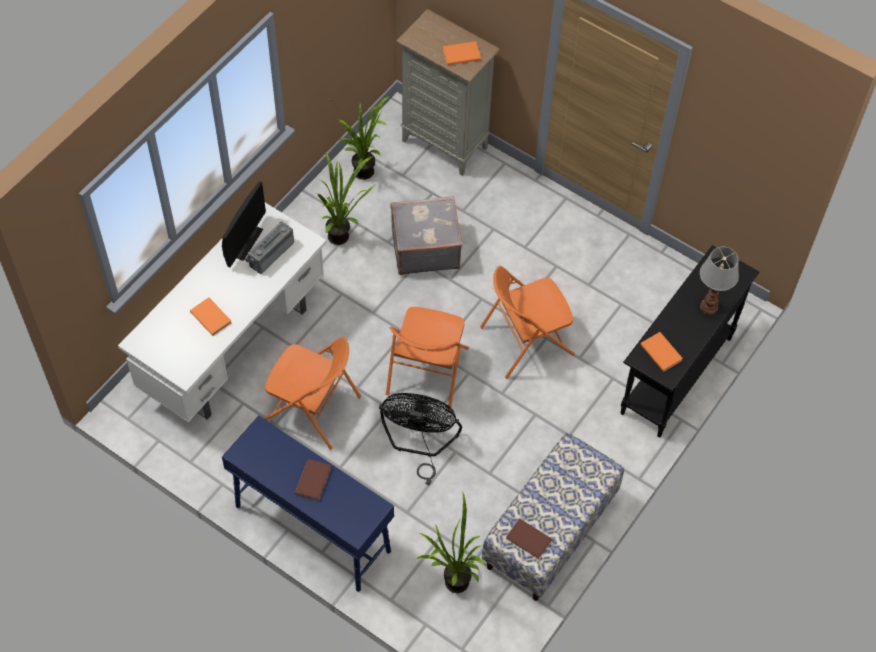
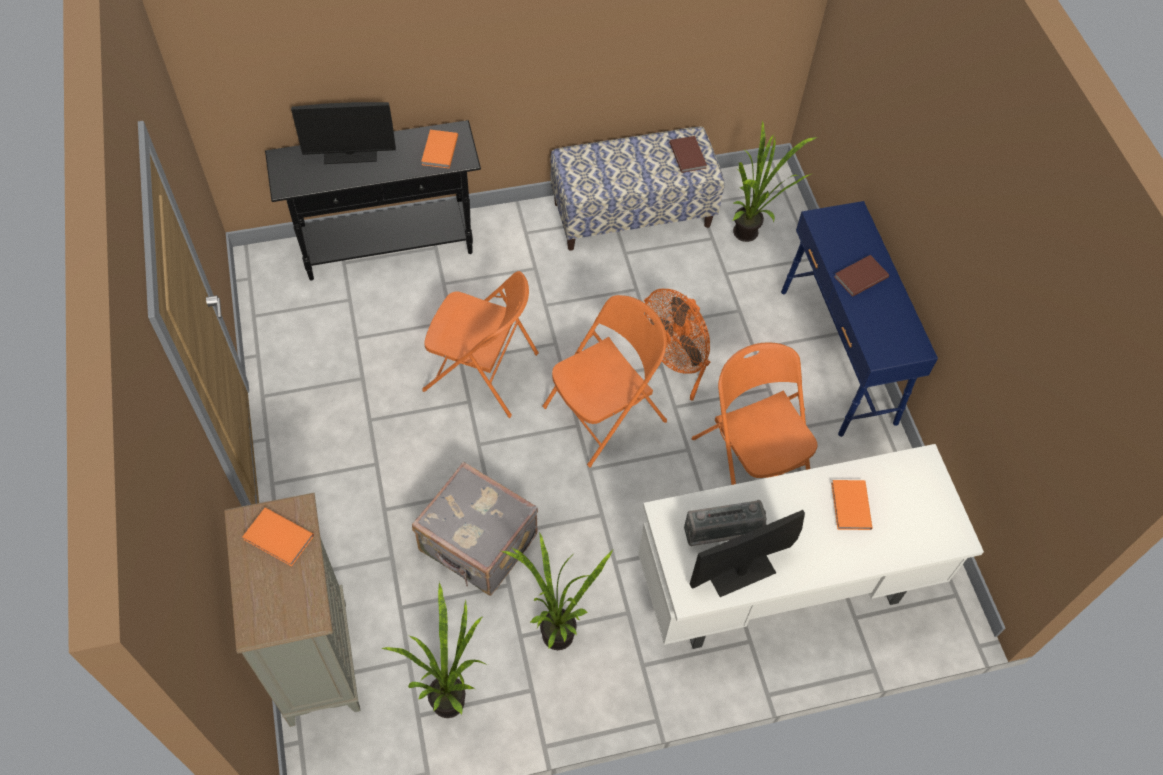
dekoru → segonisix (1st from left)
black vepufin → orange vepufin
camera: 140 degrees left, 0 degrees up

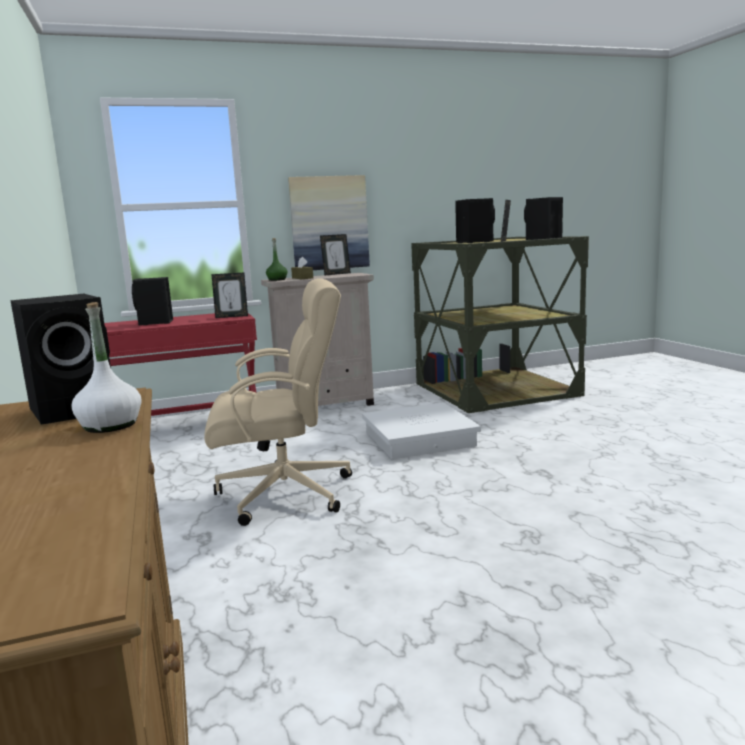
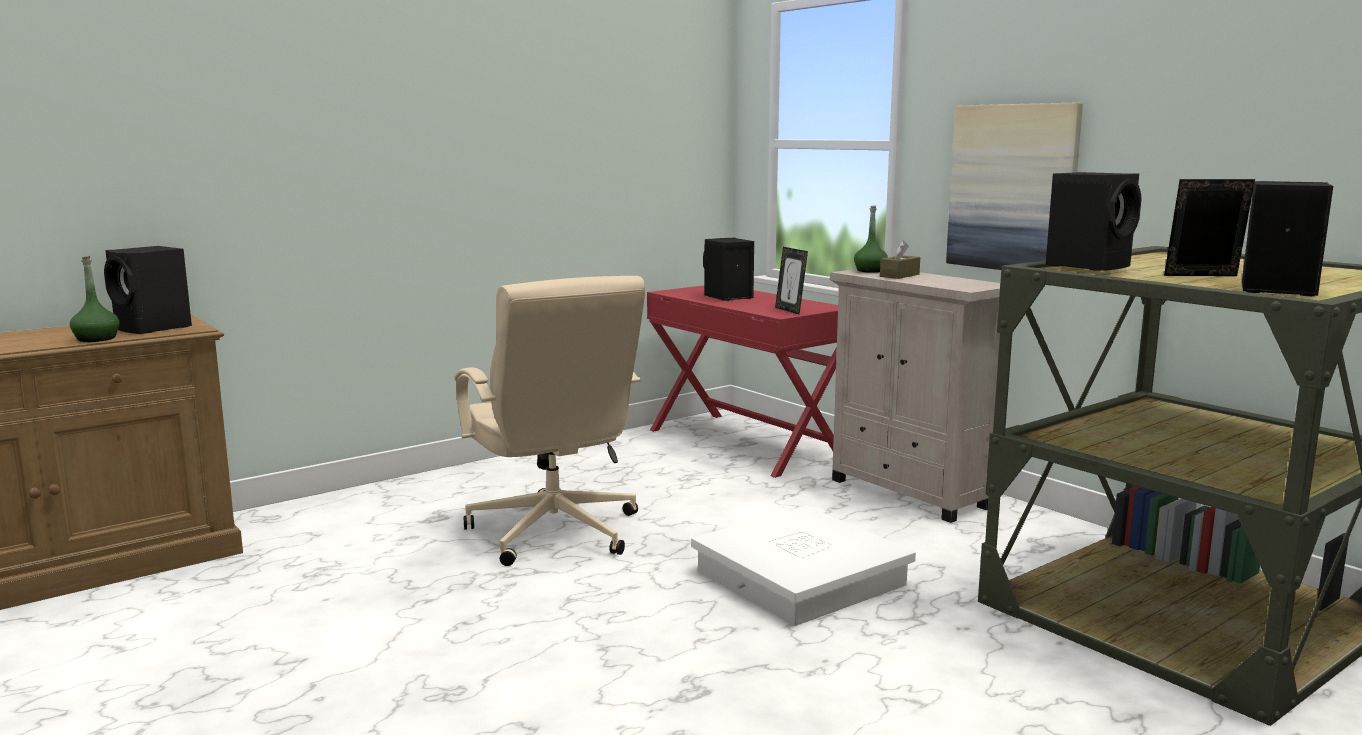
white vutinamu → green vutinamu (1st from left)
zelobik (2nd from left) → -
camera: 70 degrees right, 0 degrees up

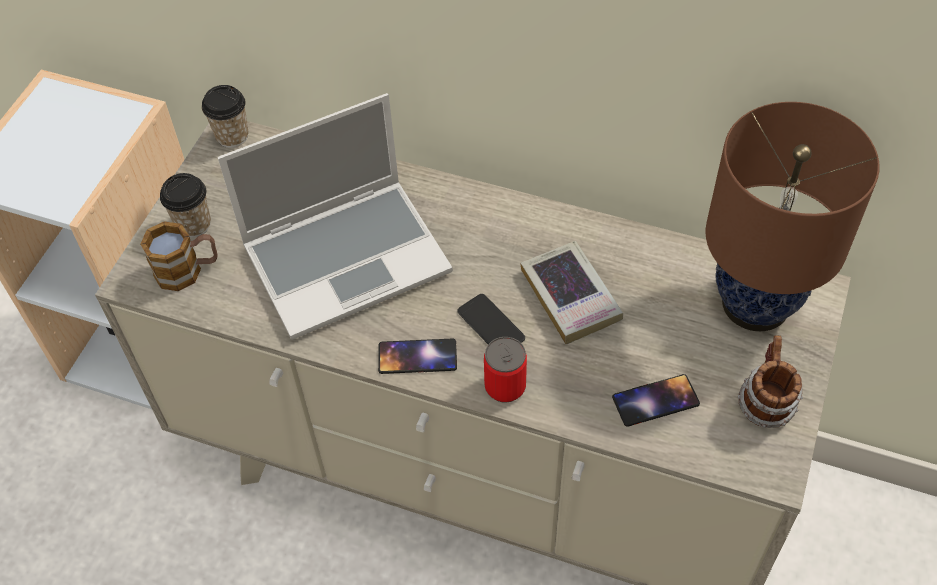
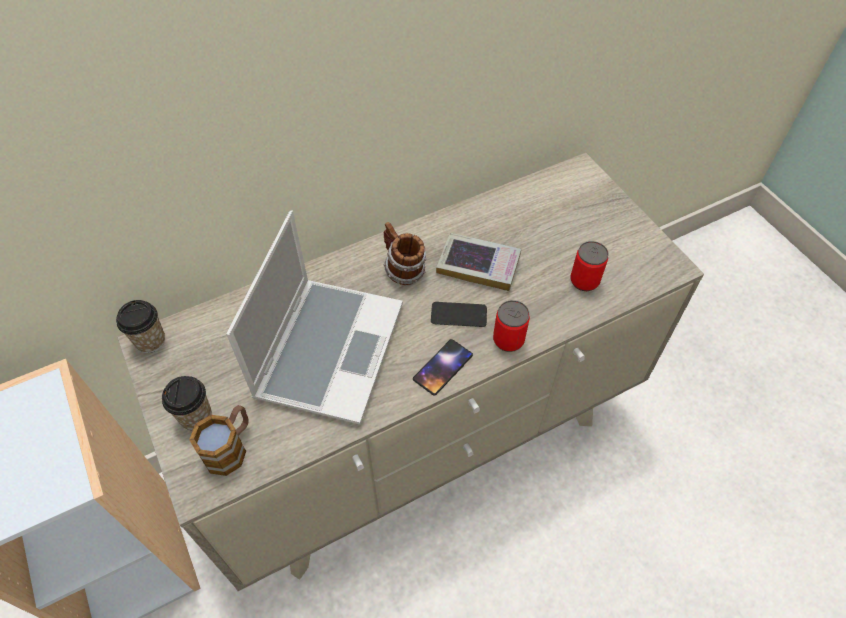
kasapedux (2nd from left), moved
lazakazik (3rd from left) → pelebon (2nd from left)
brown dekoru → -
camera: 50 degrees left, 0 degrees up

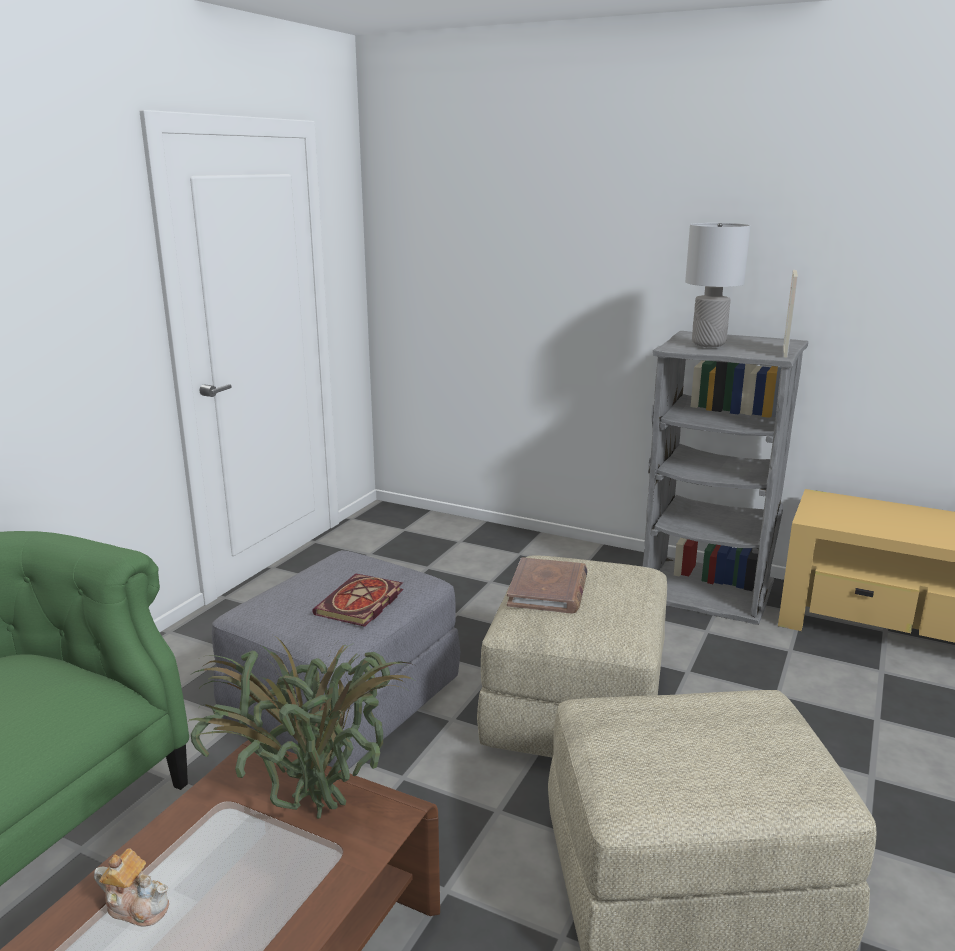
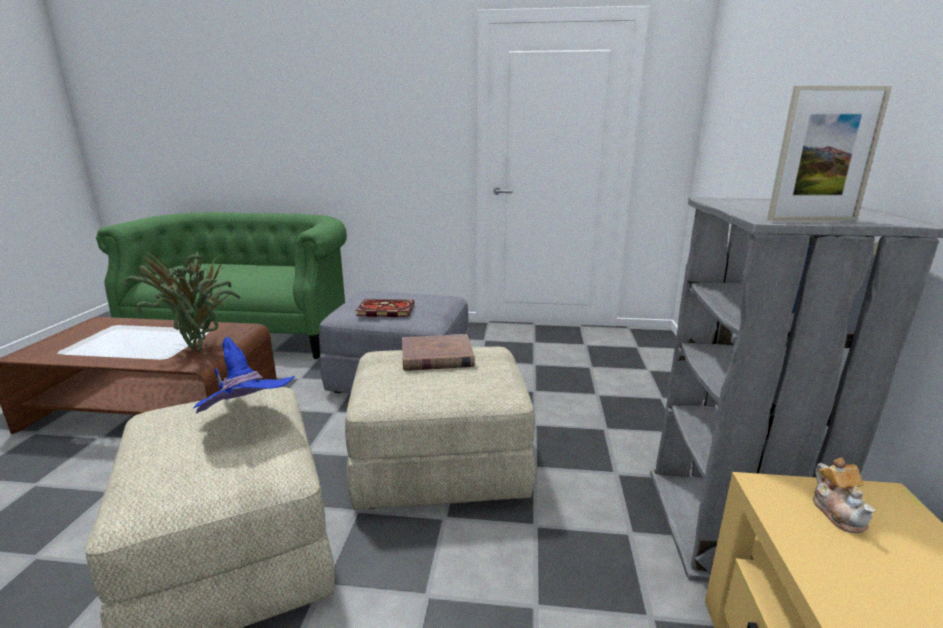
- → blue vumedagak
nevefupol, moved
grey dekoru → -
camera: 70 degrees right, 0 degrees up

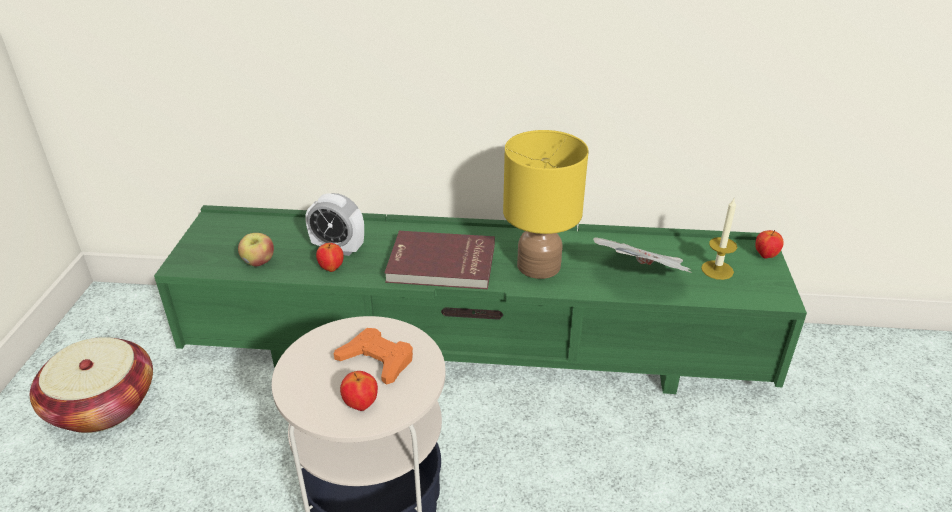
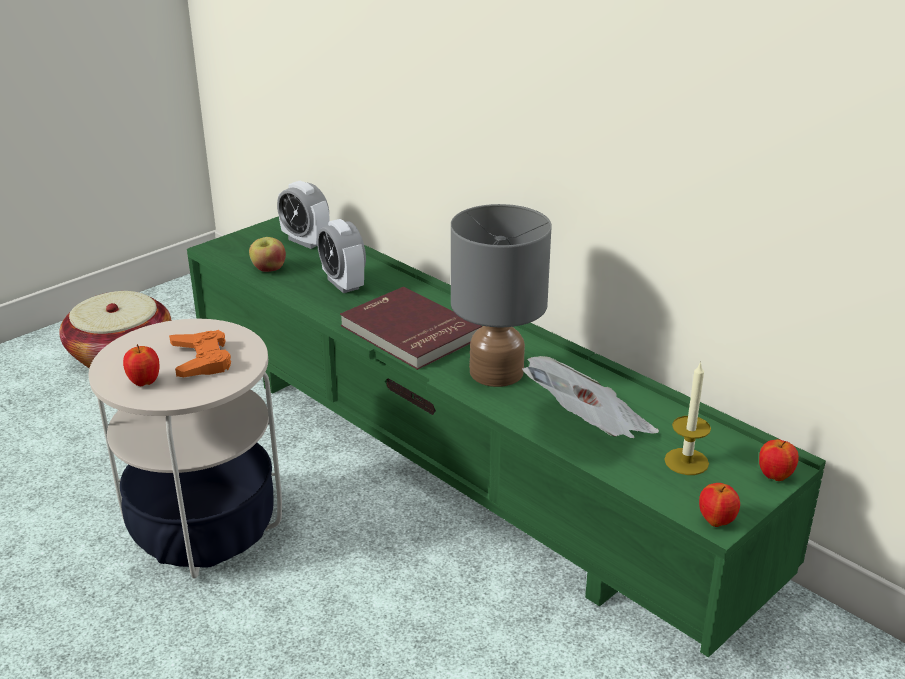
- → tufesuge (1st from left)
yellow dekoru → grey dekoru
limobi (2nd from left in the first image) → limobi (3rd from left), moved
camera: 40 degrees right, 5 degrees down

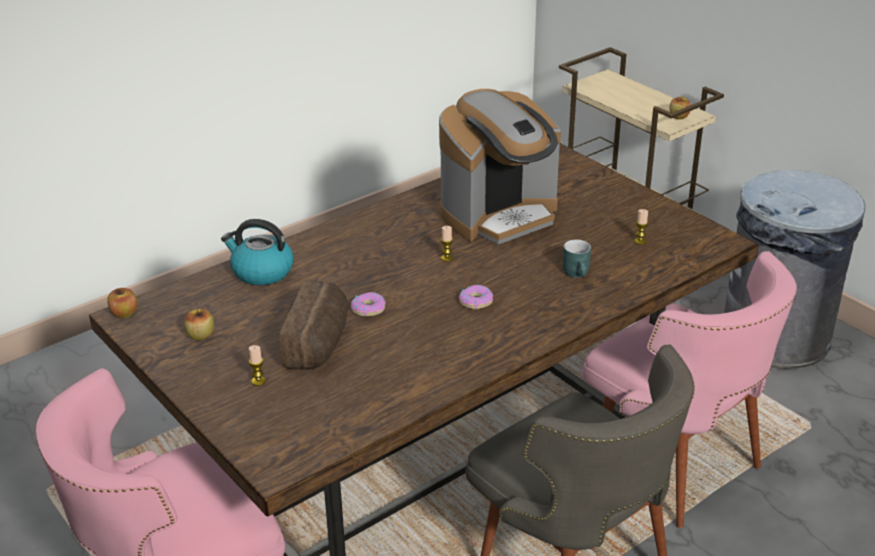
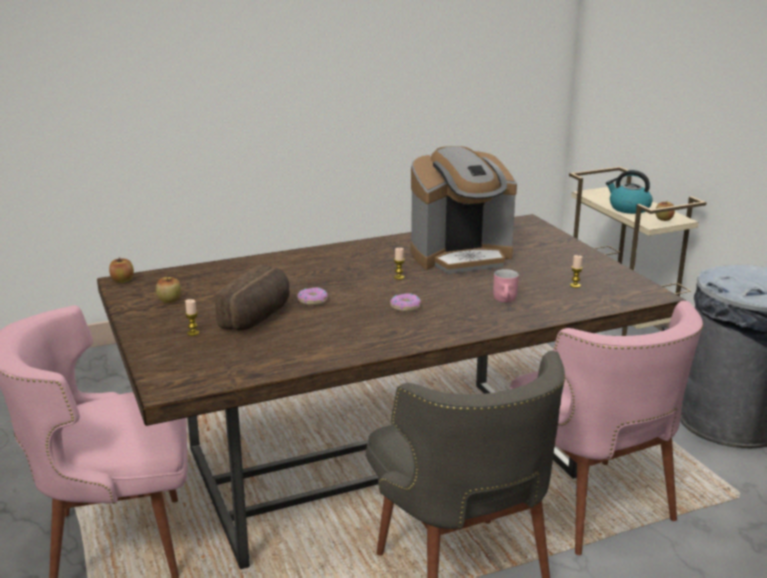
turquoise kasapedux → pink kasapedux
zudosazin, moved
camera: 15 degrees right, 10 degrees down

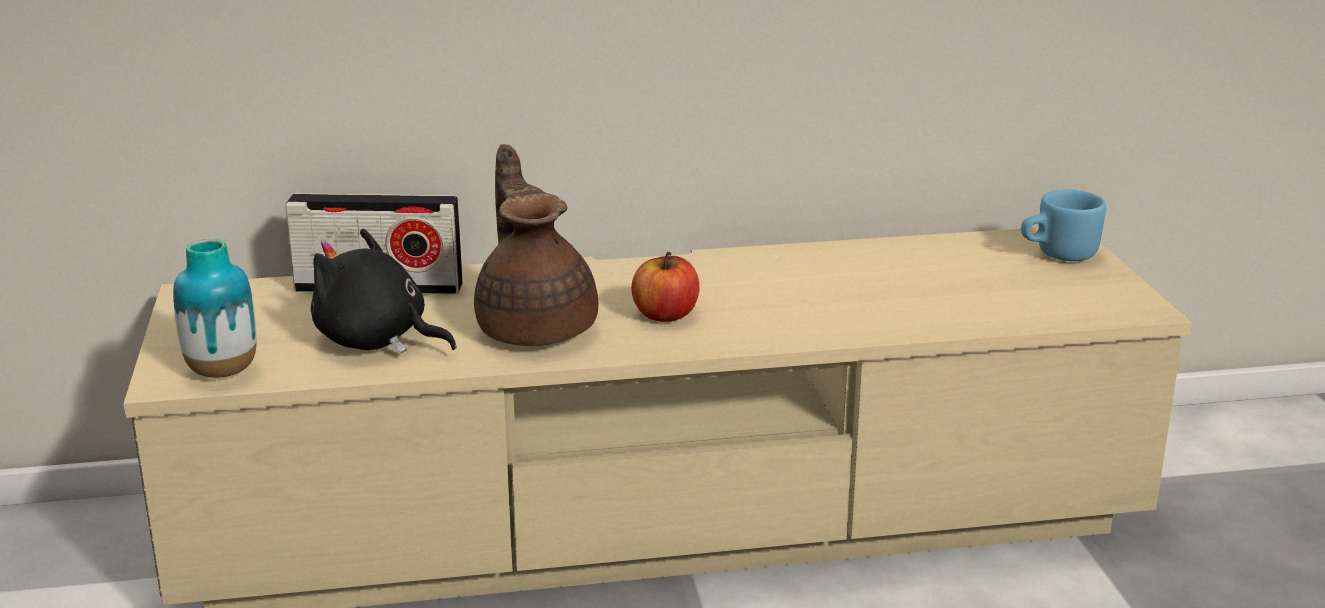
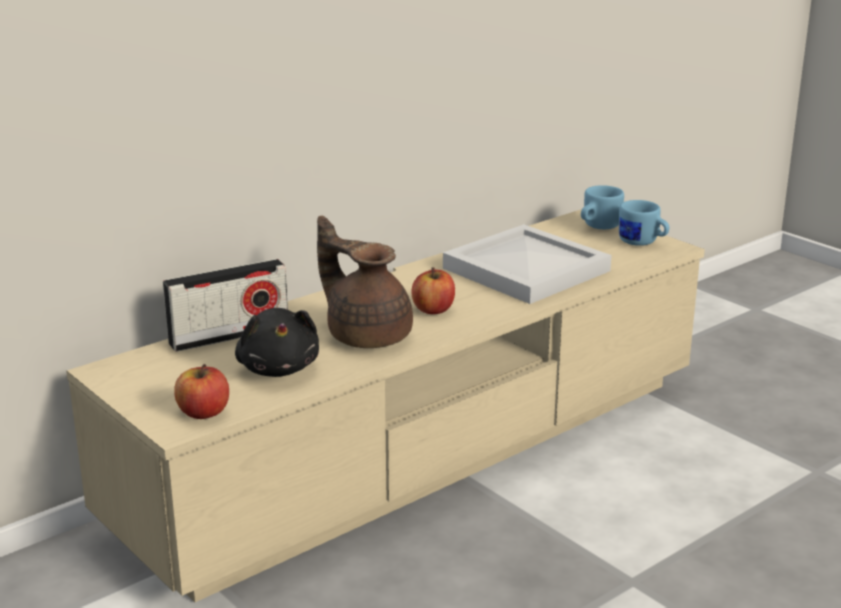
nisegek → limobi (1st from left)
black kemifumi, 105 degrees counterclockwise
- → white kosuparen
- → blue kasapedux (2nd from left)
camera: 30 degrees left, 0 degrees up

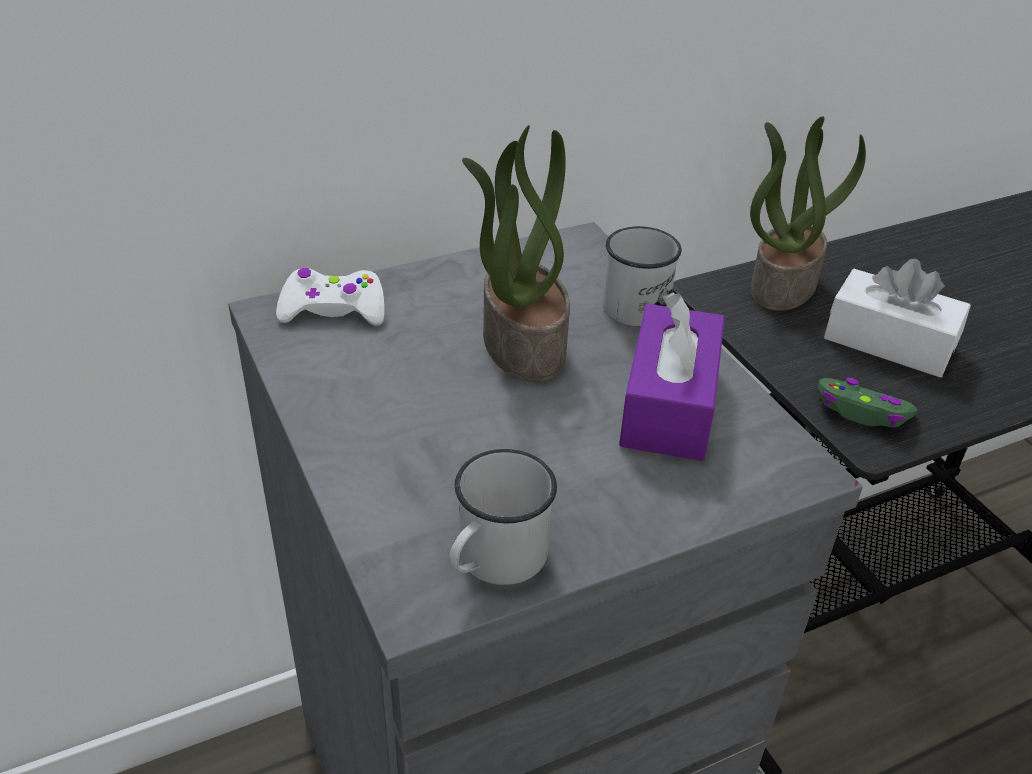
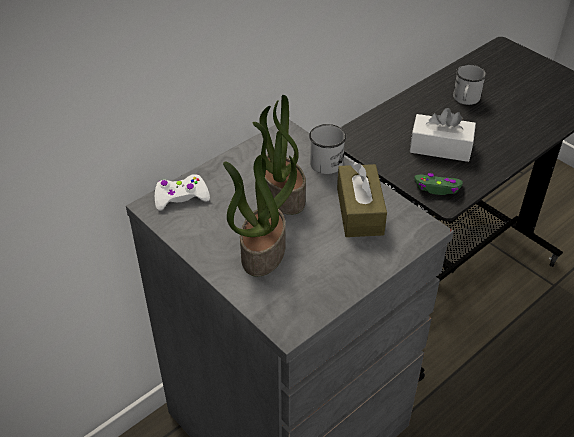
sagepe (2nd from left in the first image) → sagepe (1st from left), moved
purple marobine → brown marobine
white kasapedux (1st from left in the first image) → white kasapedux (2nd from left), moved
camera: 15 degrees left, 5 degrees up

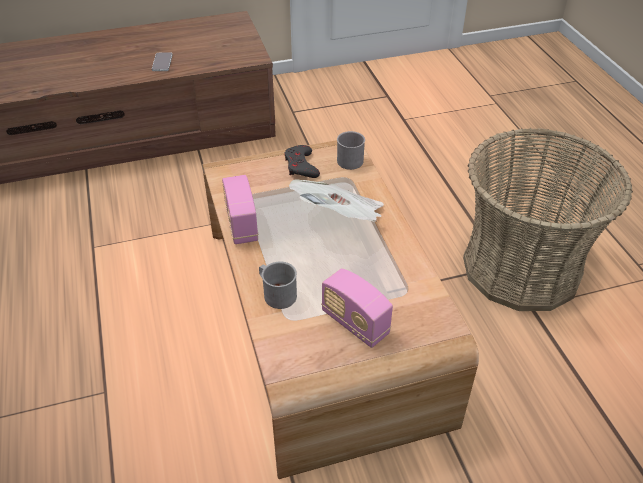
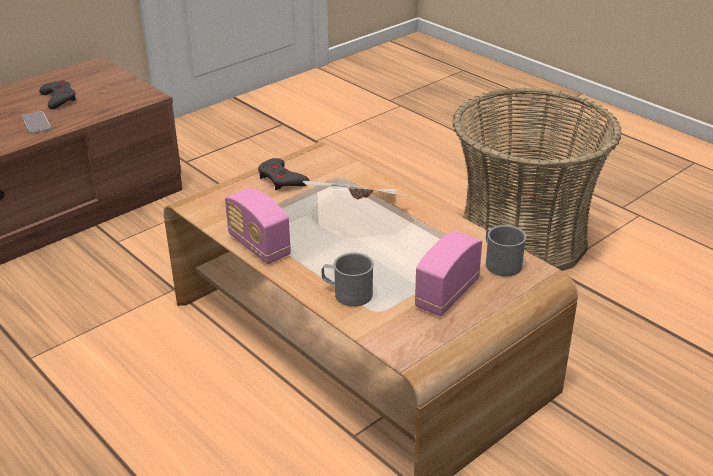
- → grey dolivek (1st from left)
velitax (2nd from left), 105 degrees clockwise
grey kasapedux (2nd from left), moved
camera: 25 degrees left, 10 degrees down

